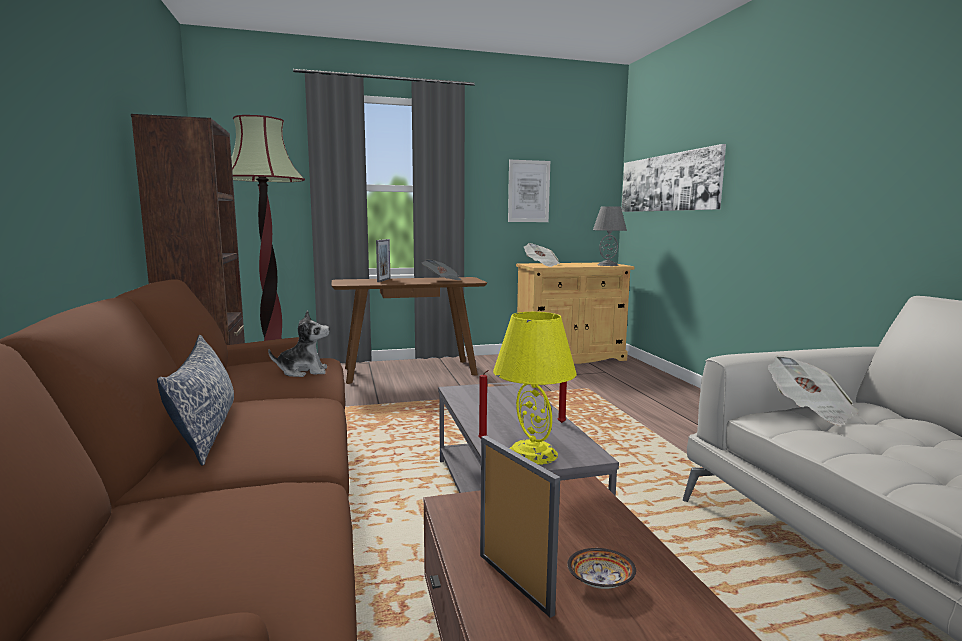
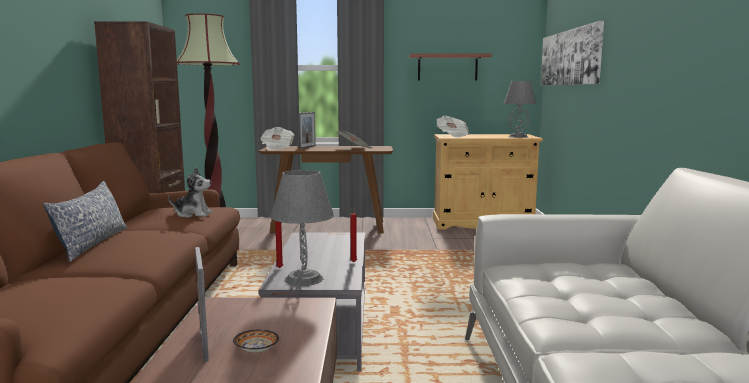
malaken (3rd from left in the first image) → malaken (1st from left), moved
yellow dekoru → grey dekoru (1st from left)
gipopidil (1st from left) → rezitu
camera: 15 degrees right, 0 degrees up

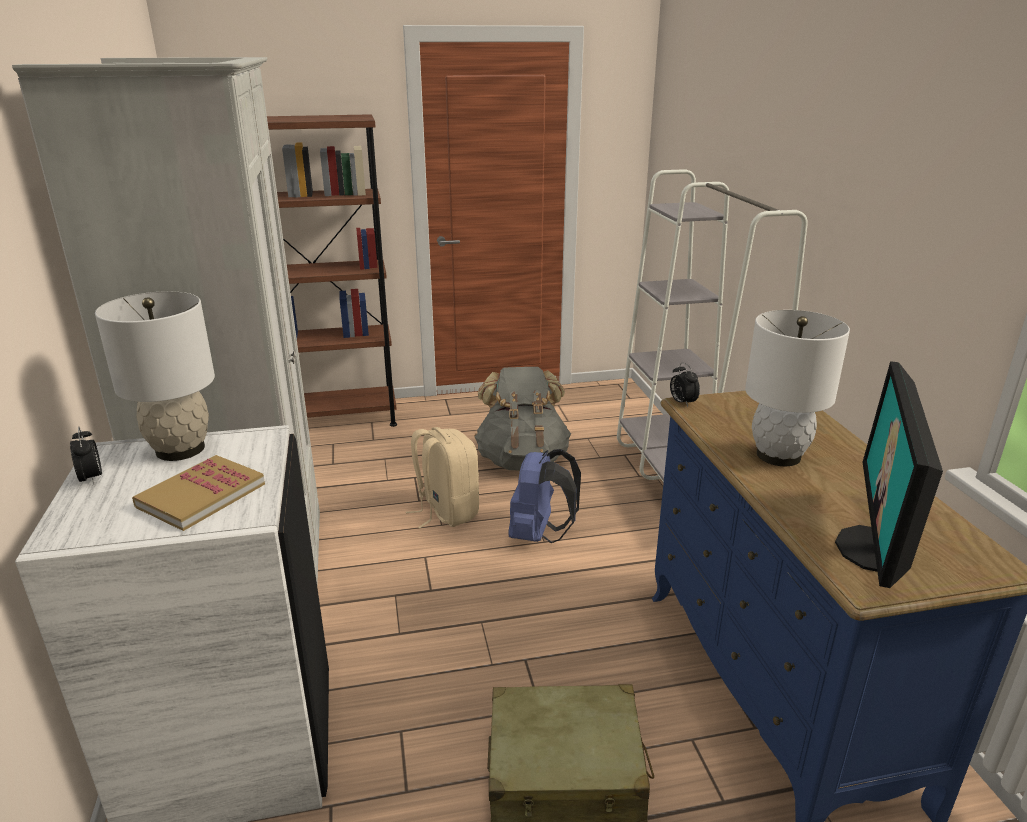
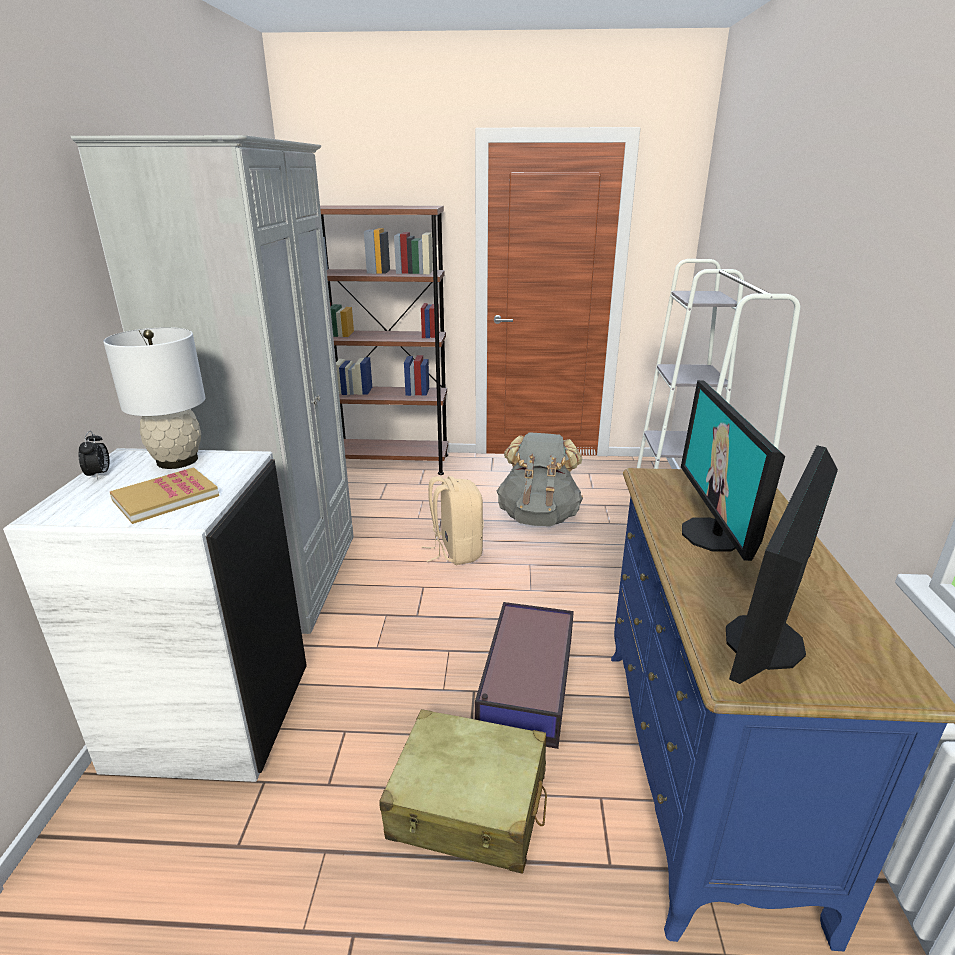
- → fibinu
white dekoru (2nd from left) → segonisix (1st from left)
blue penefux → -
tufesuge (2nd from left) → -
camera: 15 degrees right, 0 degrees up

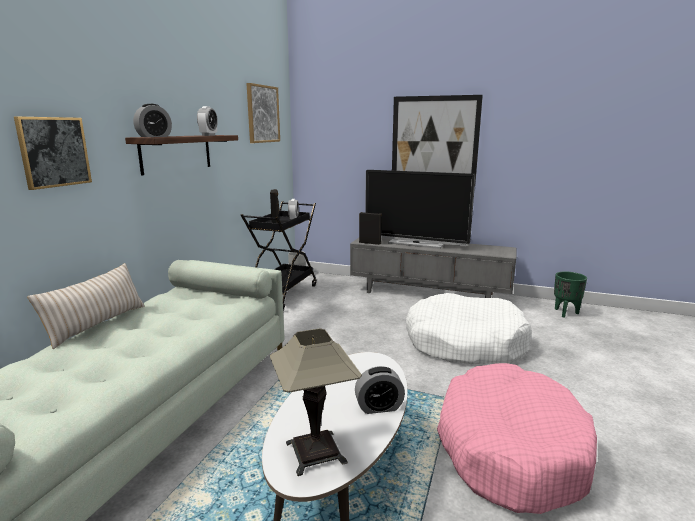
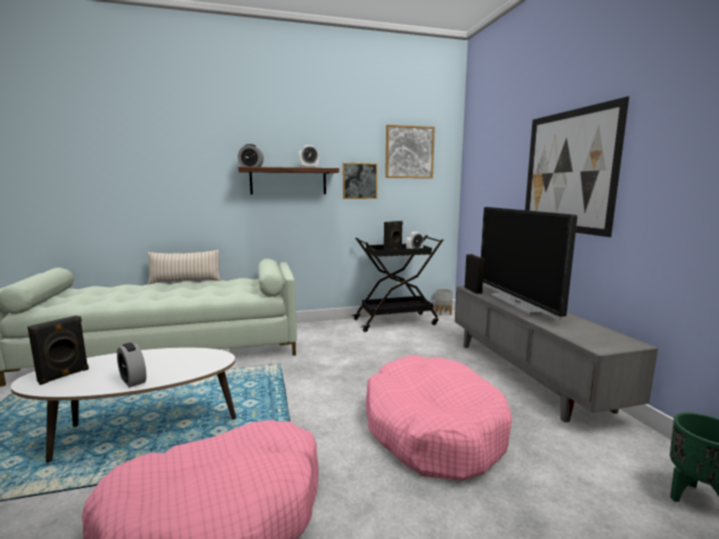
dekoru → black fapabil (1st from left)
gipopidil (1st from left), moved
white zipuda → pink zipuda (2nd from left)
camera: 55 degrees right, 5 degrees down

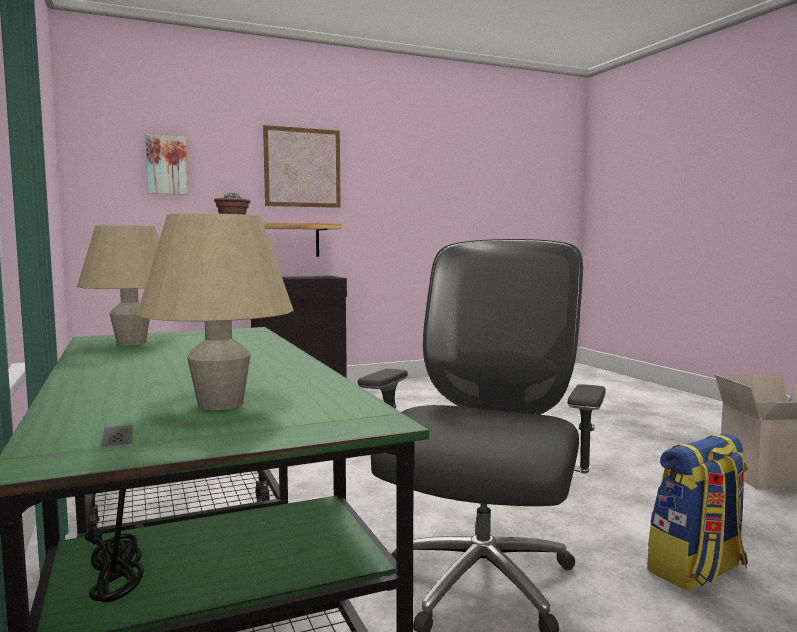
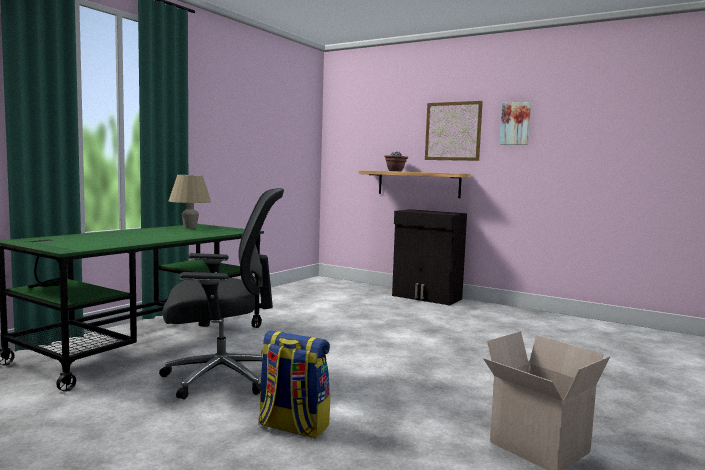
gipopidil (1st from left in the first image) → gipopidil (2nd from left), moved
beige dekoru (2nd from left) → -
camera: 55 degrees right, 0 degrees up

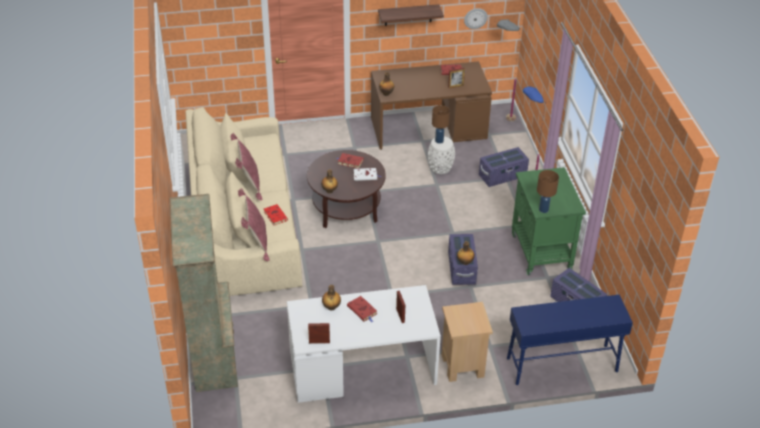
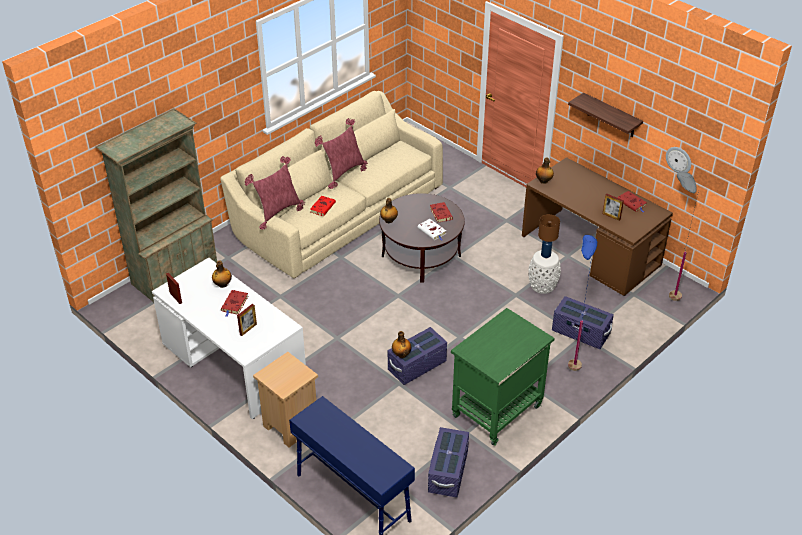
brown dekoru (2nd from left) → -
camera: 55 degrees right, 0 degrees up

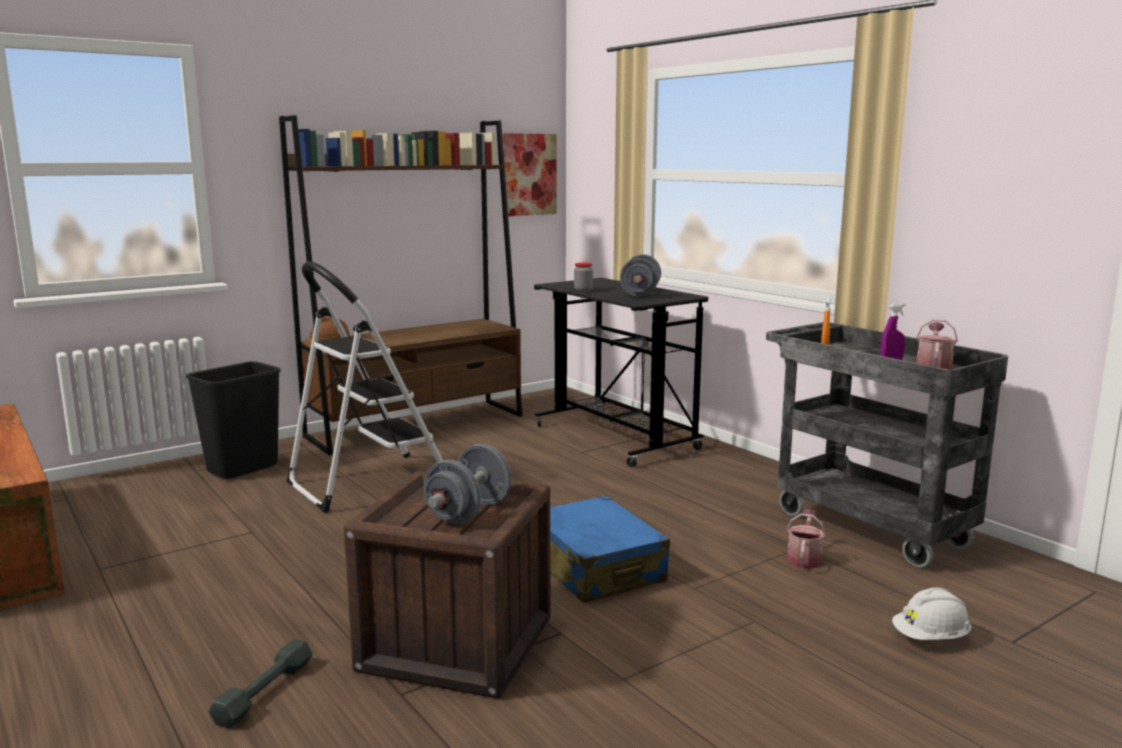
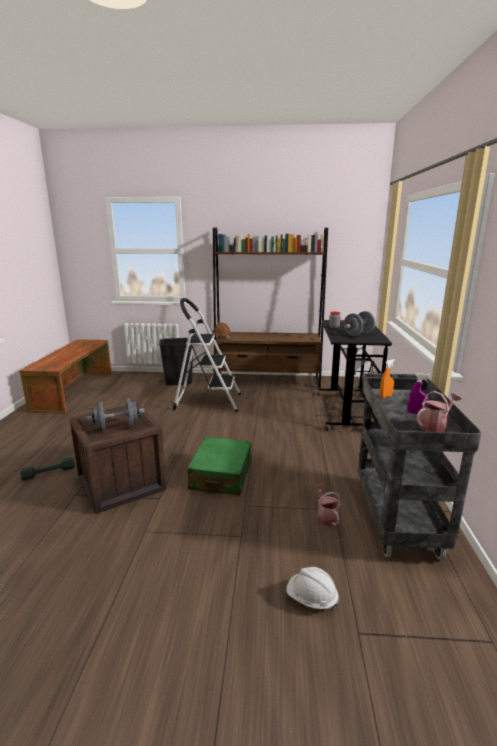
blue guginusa → green guginusa
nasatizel (1st from left), 75 degrees counterclockwise
gipopidil → -
camera: 40 degrees right, 5 degrees up

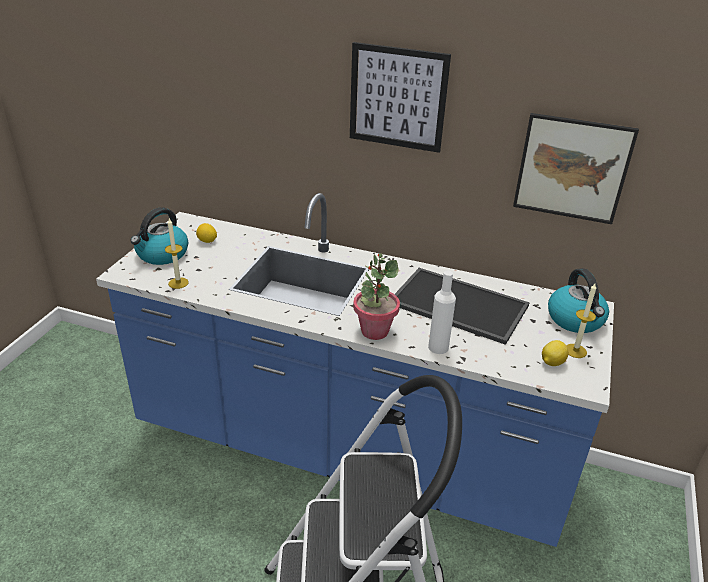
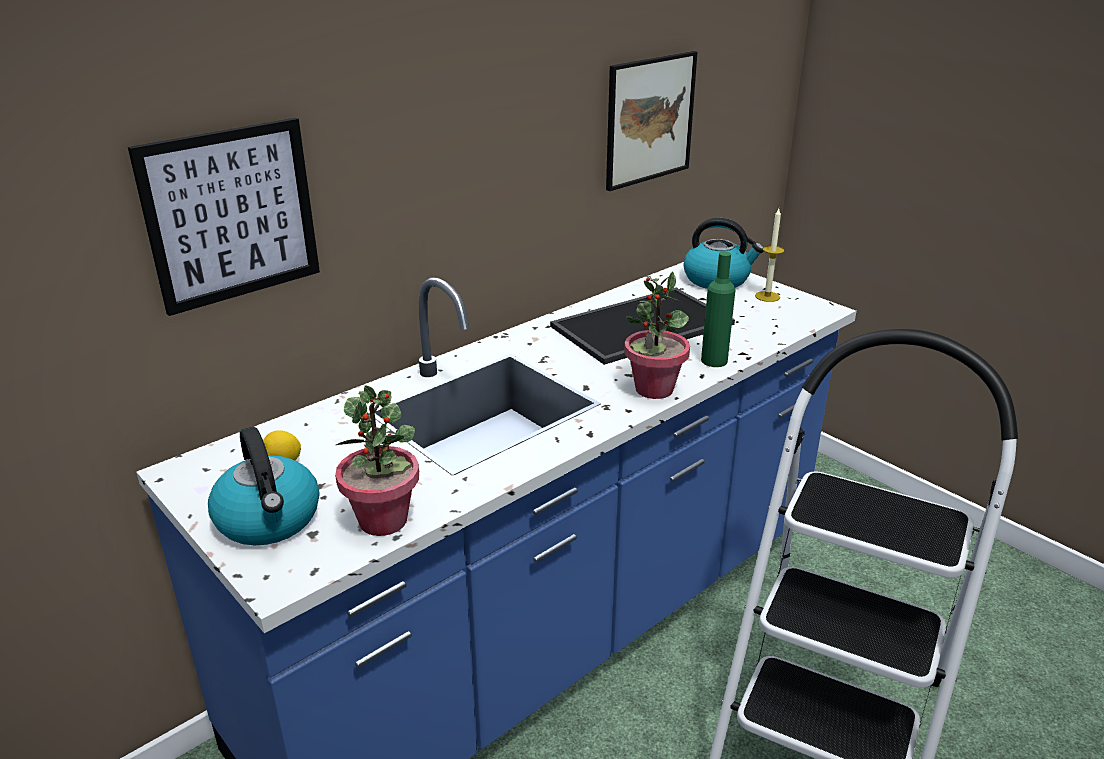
gipopidil (1st from left), moved
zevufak (1st from left) → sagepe (1st from left)
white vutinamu → green vutinamu
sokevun (2nd from left) → -
camera: 60 degrees left, 5 degrees down

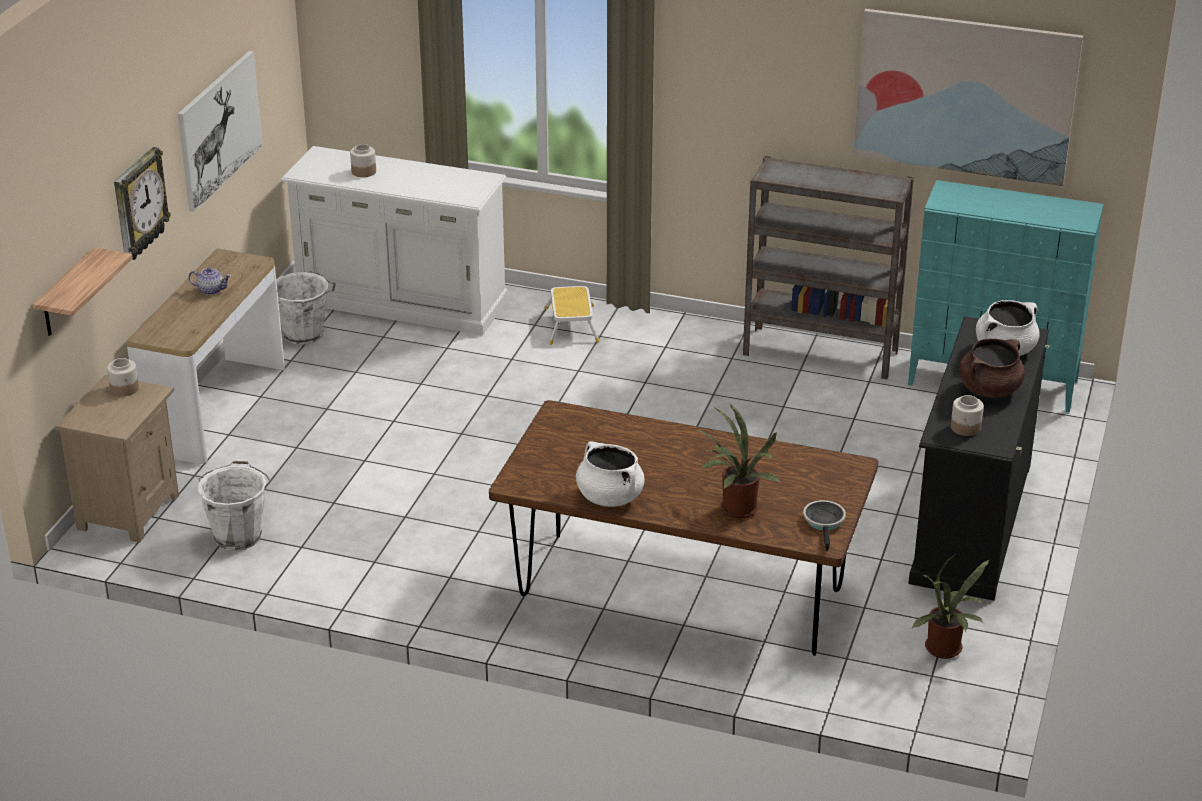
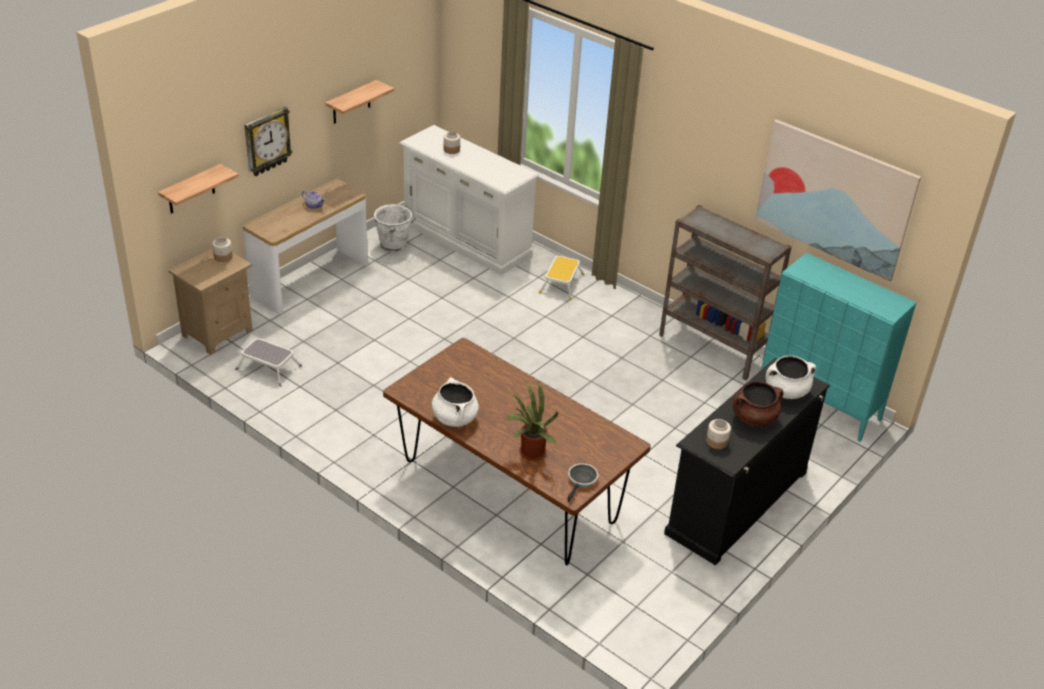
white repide (1st from left) → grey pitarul
gipopidil (1st from left) → rezitu (2nd from left)
sagepe (2nd from left) → -
camera: 20 degrees right, 5 degrees up

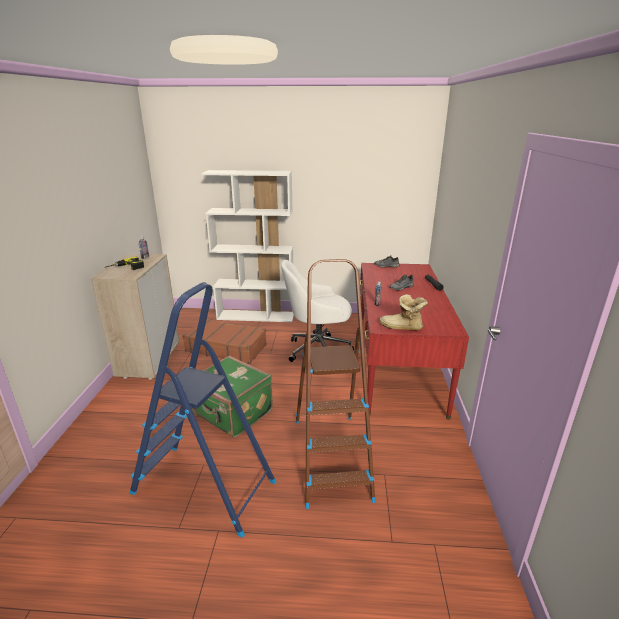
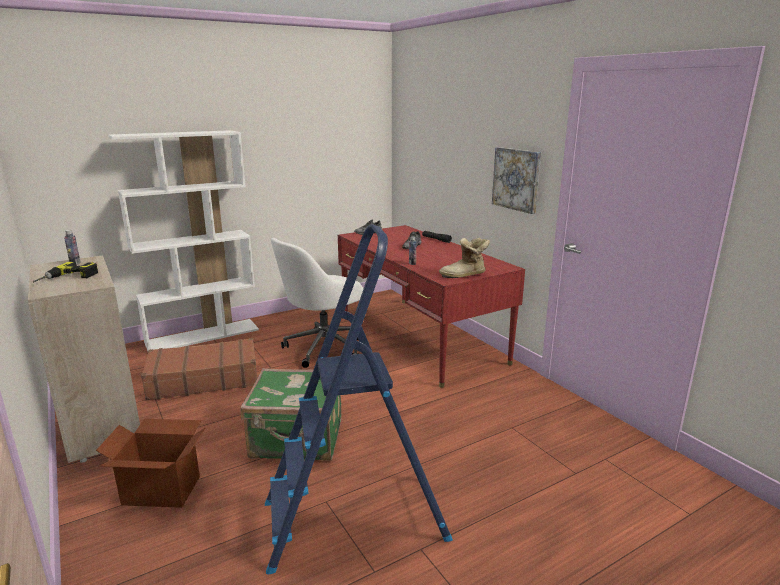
- → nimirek
- → gipopidil
brown pitarul → -
camera: 35 degrees left, 5 degrees down

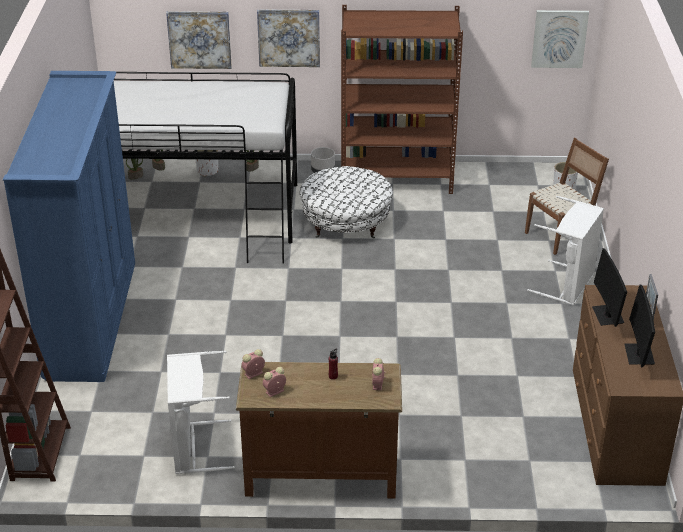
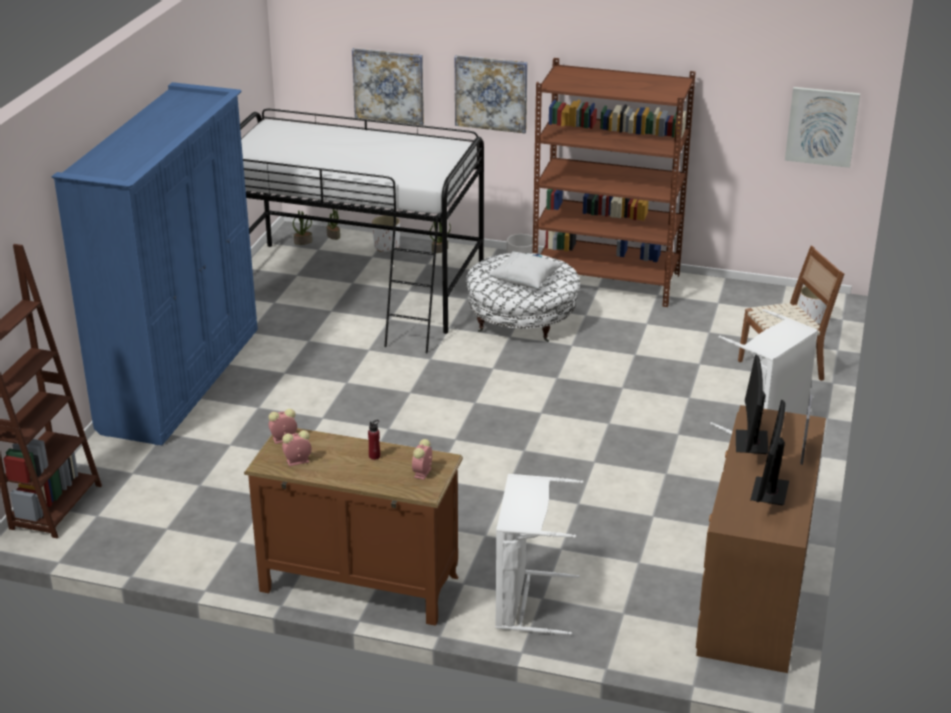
- → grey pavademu
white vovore (1st from left), moved
camera: 15 degrees right, 5 degrees down

